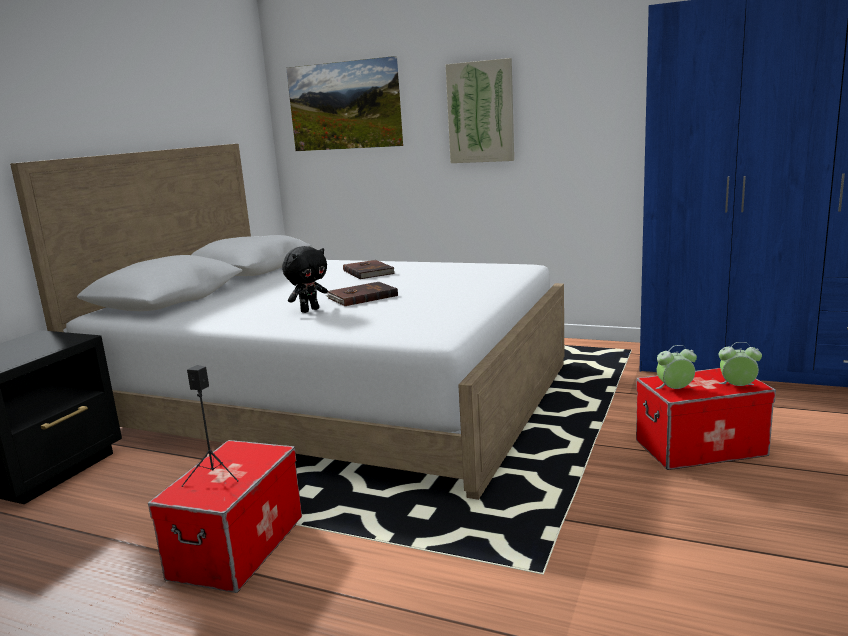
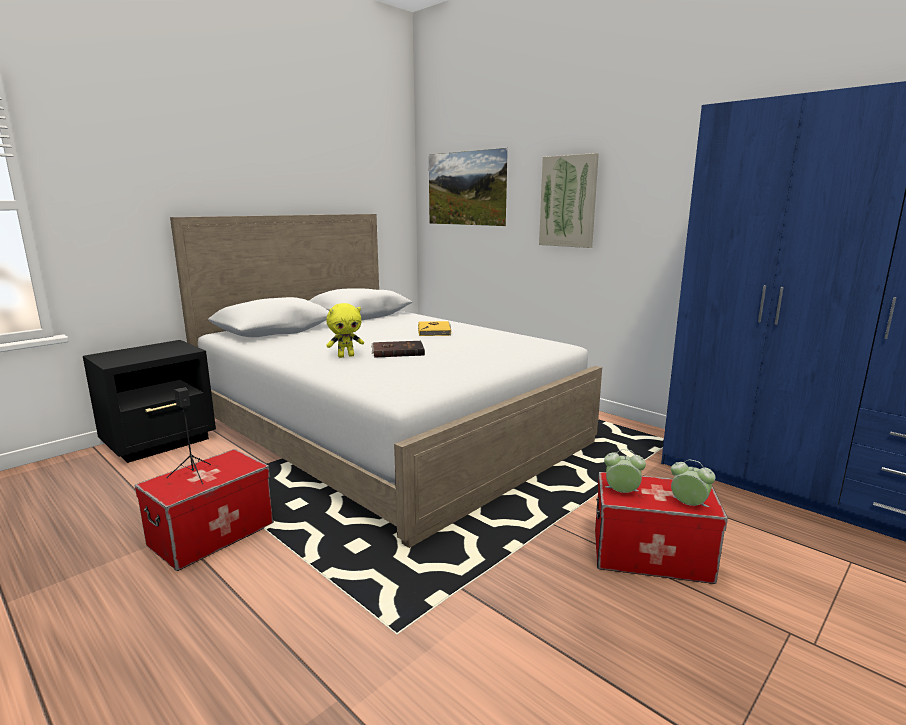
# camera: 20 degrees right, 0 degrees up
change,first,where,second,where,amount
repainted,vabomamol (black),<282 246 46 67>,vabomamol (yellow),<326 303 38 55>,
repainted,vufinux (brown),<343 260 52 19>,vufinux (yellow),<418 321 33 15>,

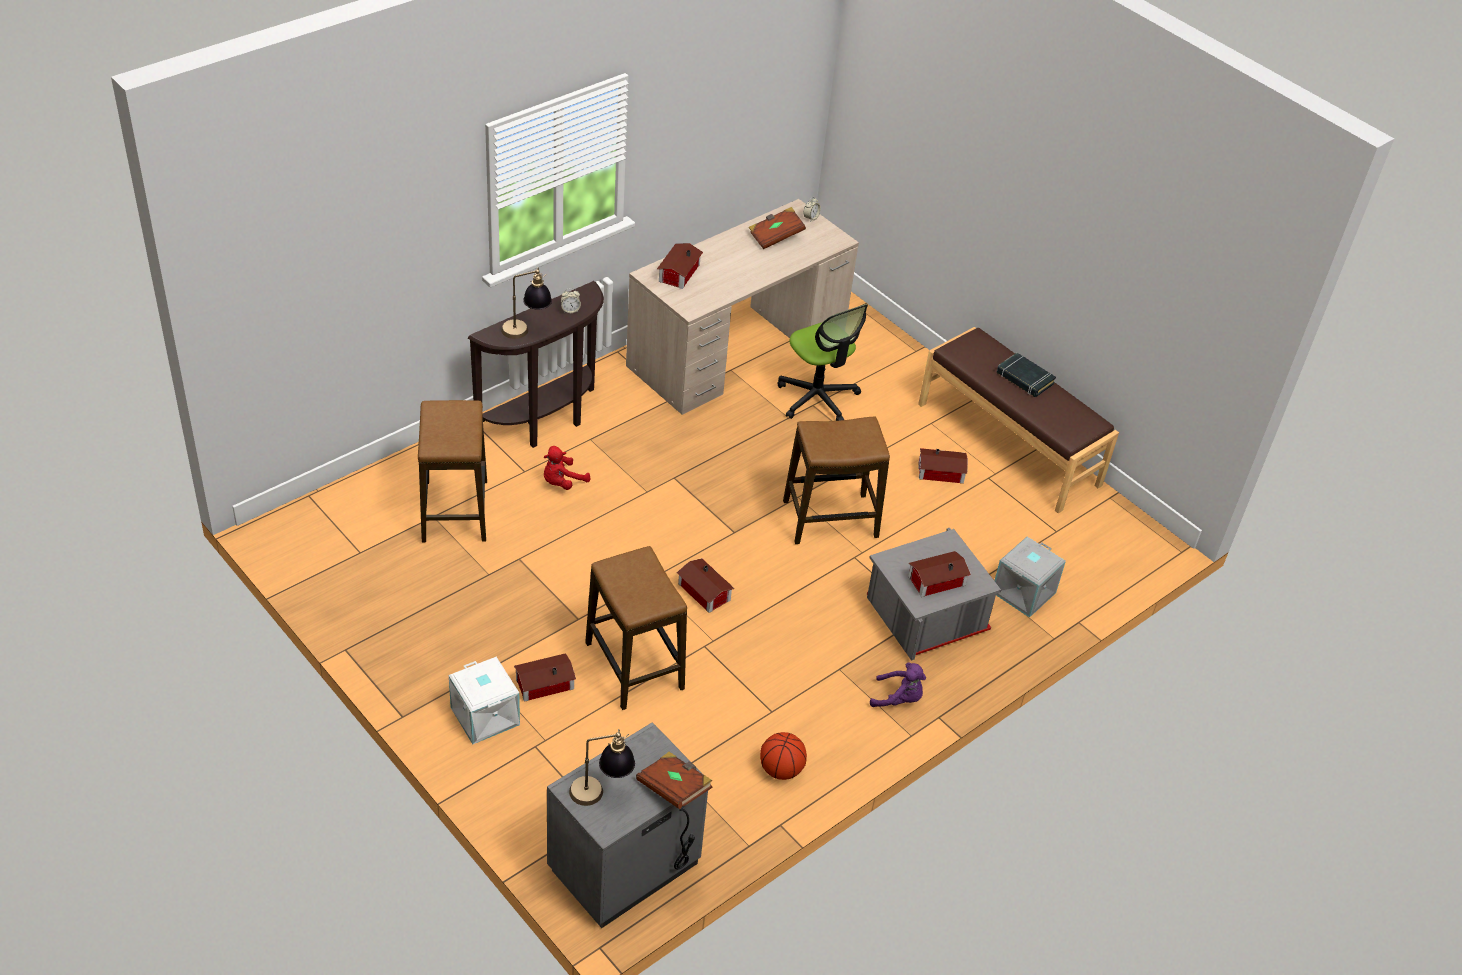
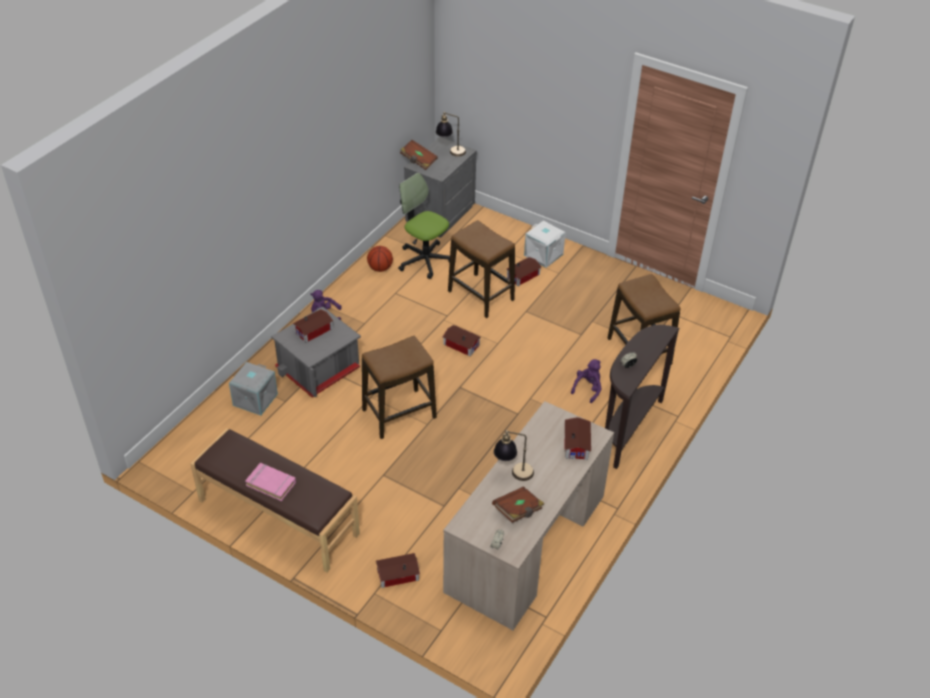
# camera: 165 degrees right, 0 degrees up
change,first,where,second,where,amount
shifted,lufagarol,<501 268 51 71>,,<494 430 40 51>,
repainted,vabomamol (red),<544 446 46 44>,vabomamol (purple),<571 359 31 44>,
shifted,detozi,<777 304 91 117>,,<398 173 52 106>,
shifted,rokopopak,<918 448 50 36>,,<376 553 44 35>,
repainted,vufinux (black),<996 353 60 44>,vufinux (pink),<245 463 51 38>,

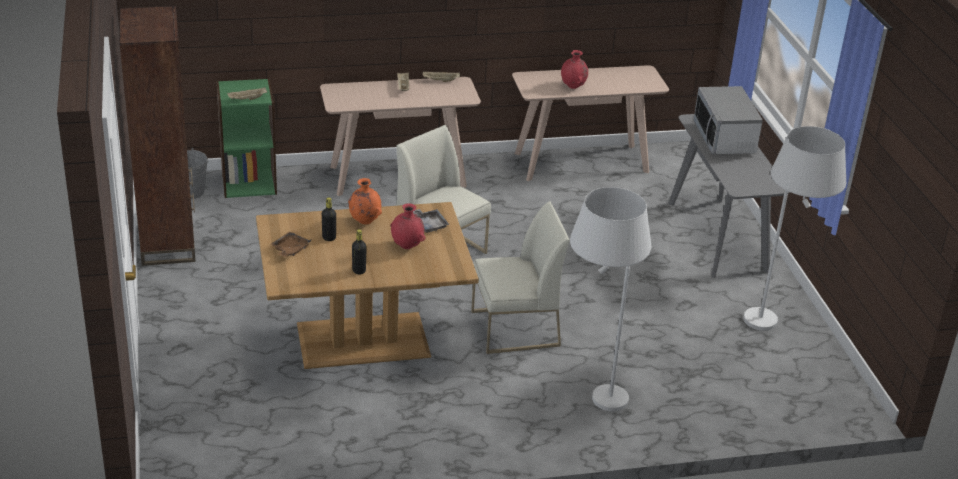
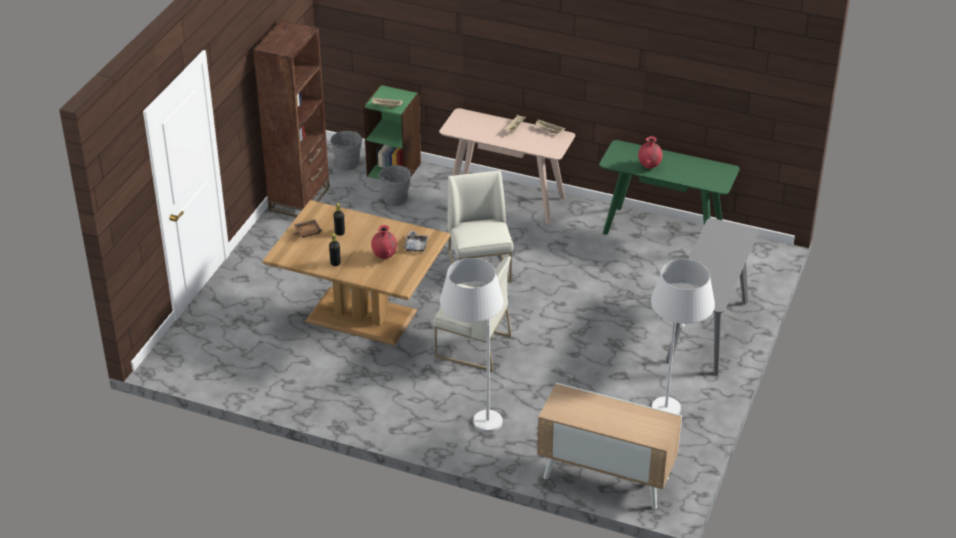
# camera: 35 degrees right, 5 degrees up
change,first,where,second,where,amount
gone,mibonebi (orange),<348 178 34 46>,,,
repainted,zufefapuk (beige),<512 65 157 116>,zufefapuk (green),<599 140 141 95>,
gone,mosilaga,<694 86 69 68>,,,
new,,,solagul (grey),<379 165 32 41>,
new,,,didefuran,<537 383 145 127>,

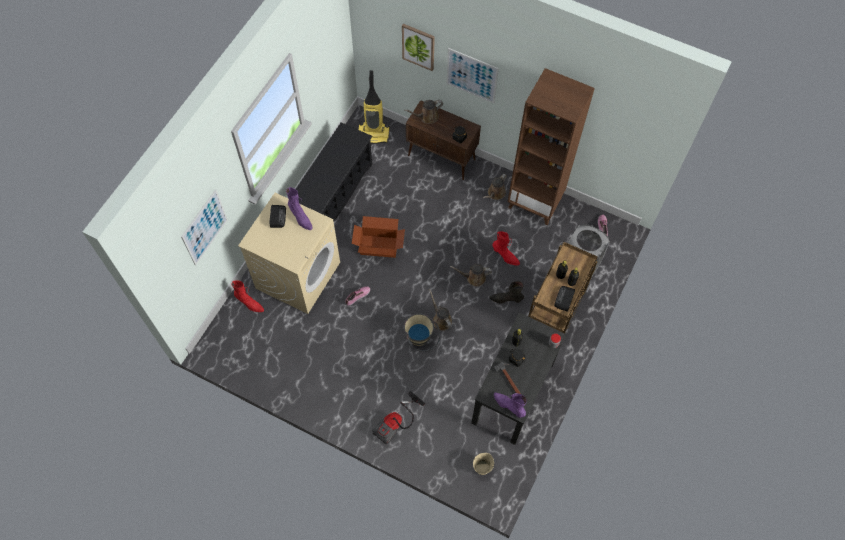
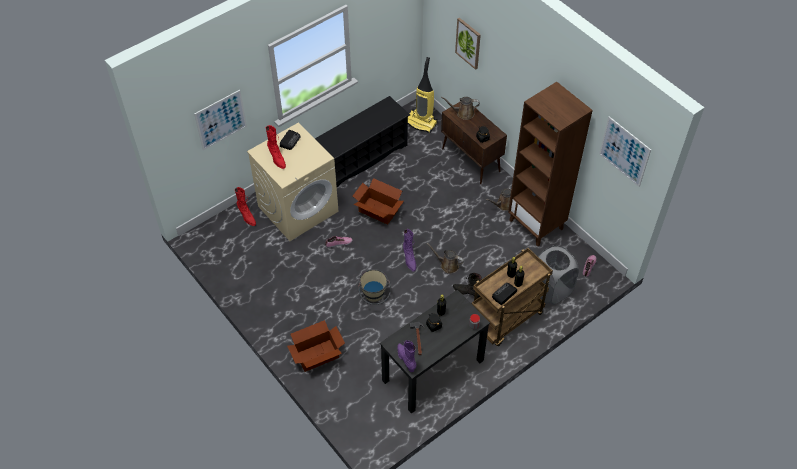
# camera: 25 degrees right, 10 degrees down
change,first,where,second,where,amount
shifted,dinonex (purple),<286 187 27 43>,,<403 229 13 43>,
swapped,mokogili,<372 391 53 53>,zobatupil,<287 320 58 52>,
gone,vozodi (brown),<429 289 23 42>,,,
shifted,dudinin,<446 48 53 55>,,<599 117 52 70>,
gone,solagul (beige),<473 453 21 22>,,,
shifted,dinonex (red),<493 231 27 34>,,<266 125 20 44>,

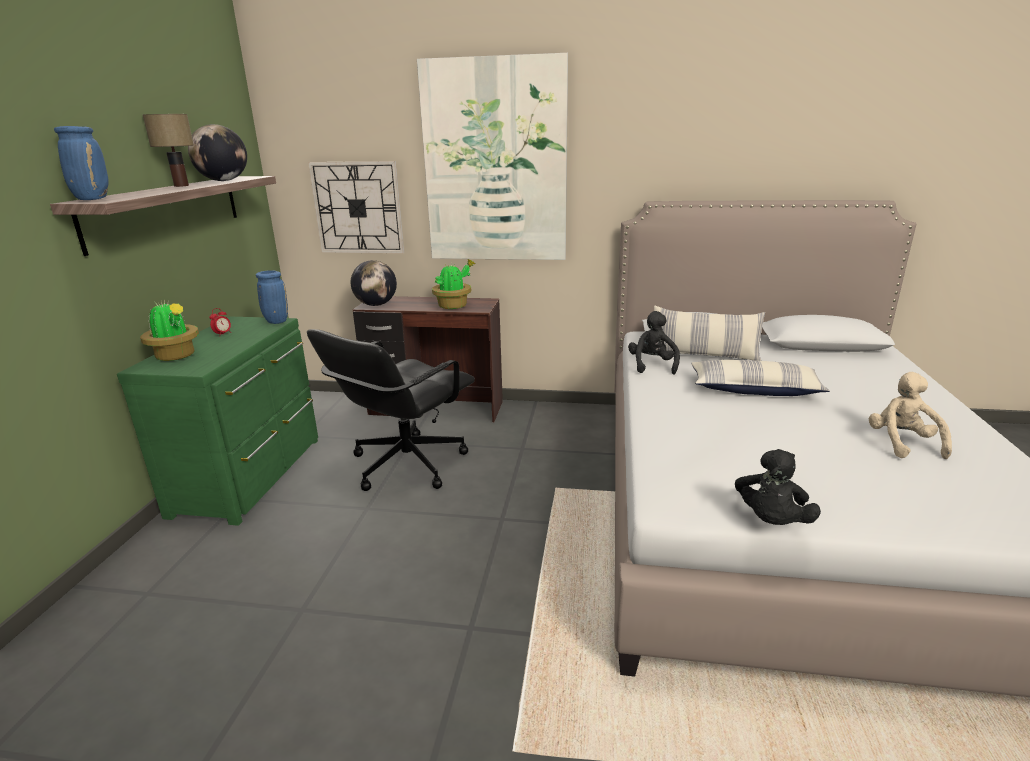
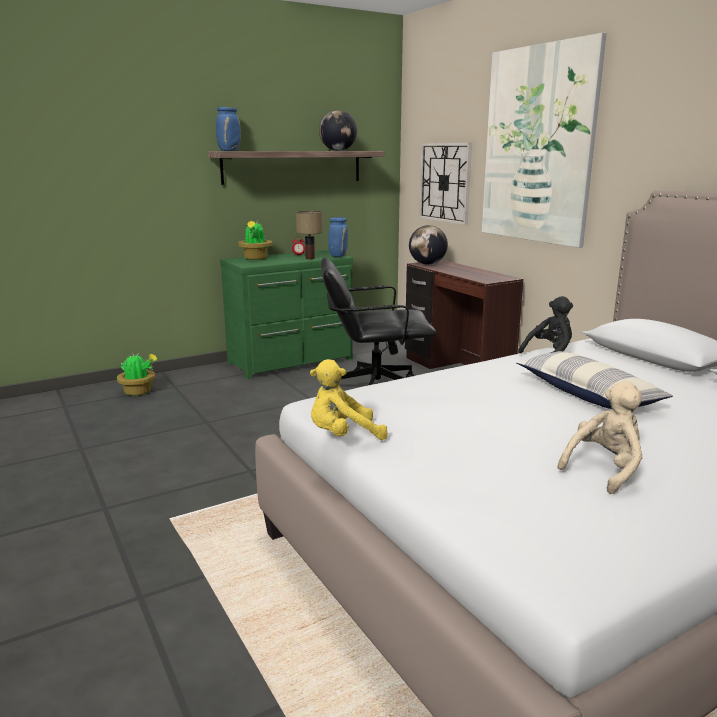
# camera: 50 degrees right, 5 degrees down
change,first,where,second,where,amount
shifted,lufagarol,<143 114 51 73>,,<296 211 27 48>,
shifted,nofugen,<432 259 43 50>,,<117 354 40 42>,
gone,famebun,<654 305 111 56>,,,
repainted,vabomamol (black),<735 449 86 76>,vabomamol (yellow),<310 359 78 81>,

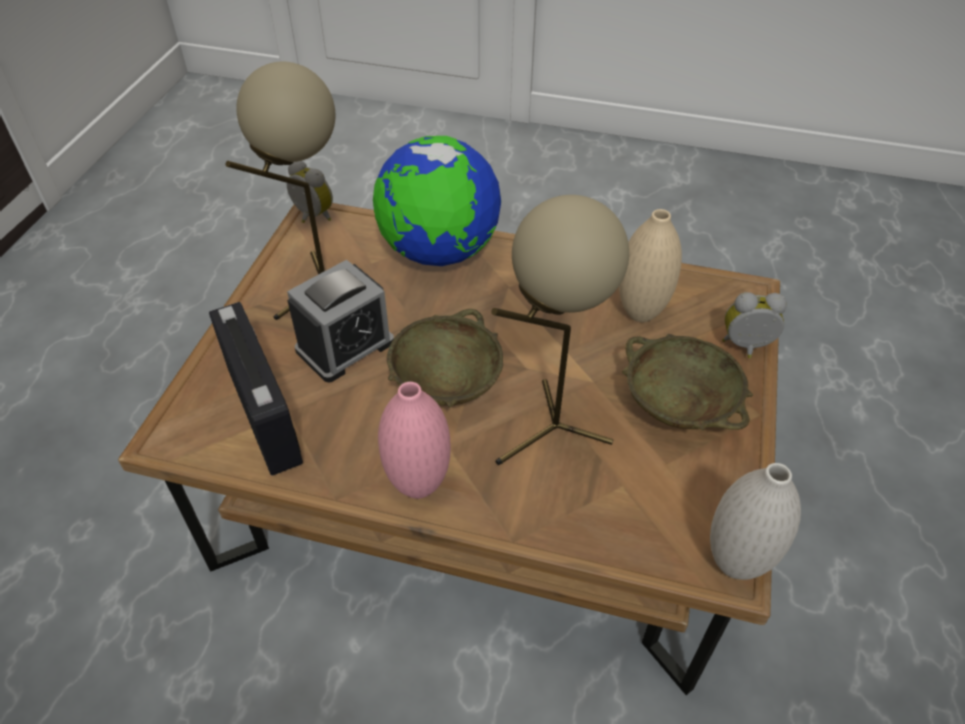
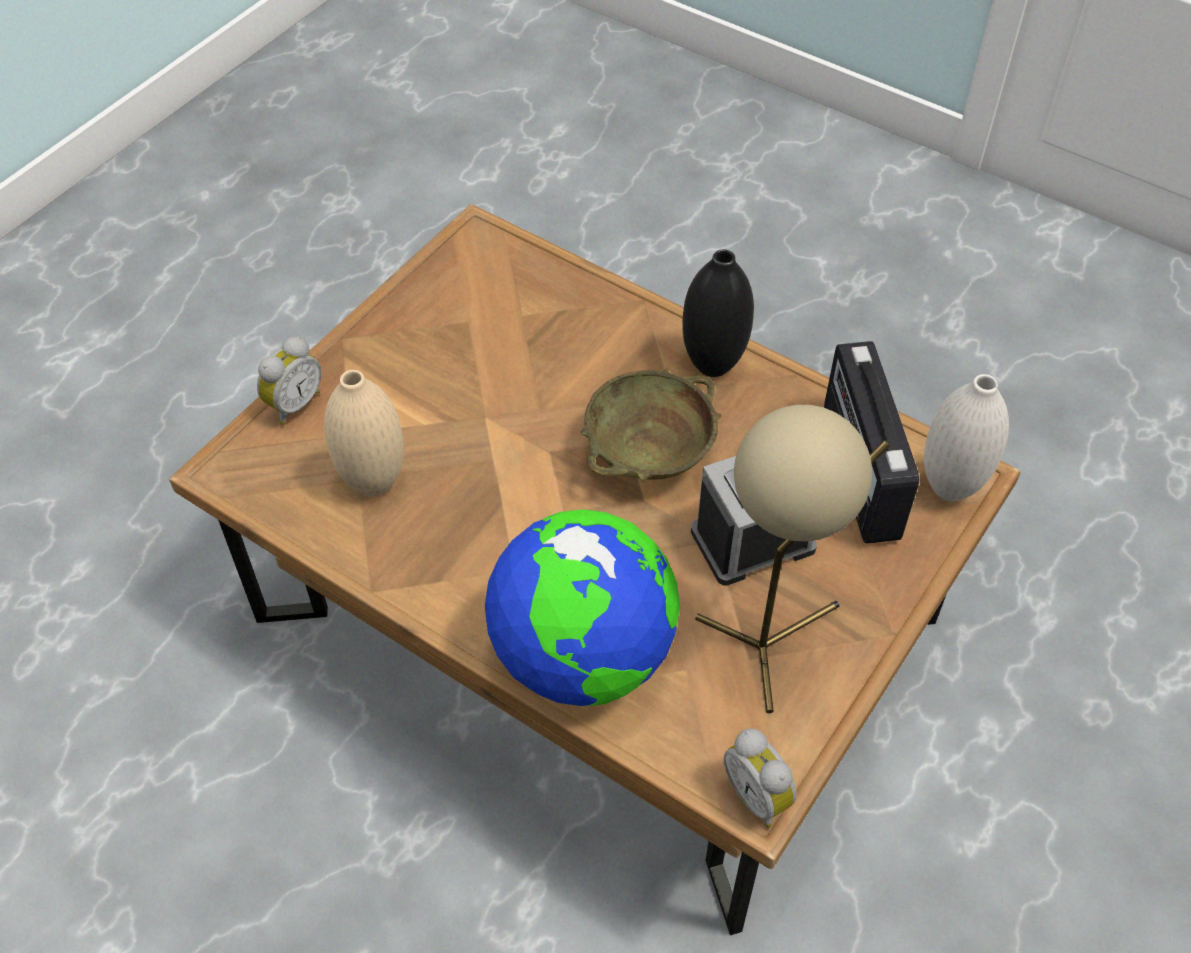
# camera: 160 degrees left, 5 degrees up
change,first,where,second,where,amount
repainted,mibonebi (pink),<378 382 73 117>,mibonebi (black),<682 249 72 128>,
gone,lufagarol (beige),<491 195 138 270>,,,
gone,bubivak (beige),<622 334 131 97>,,,
shifted,mibonebi (white),<710 463 91 117>,,<924 374 85 127>,
rotated,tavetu,<722 292 65 66>,,<257 337 64 88>,75 degrees counterclockwise

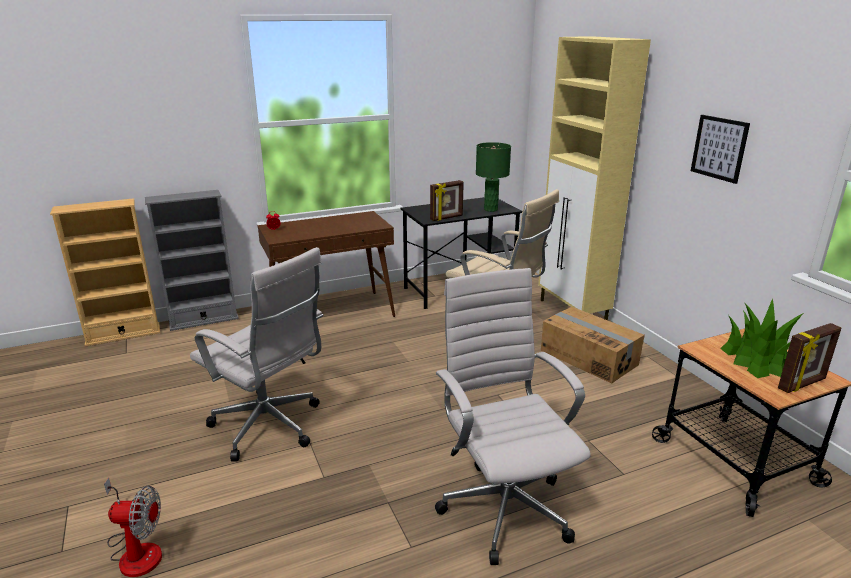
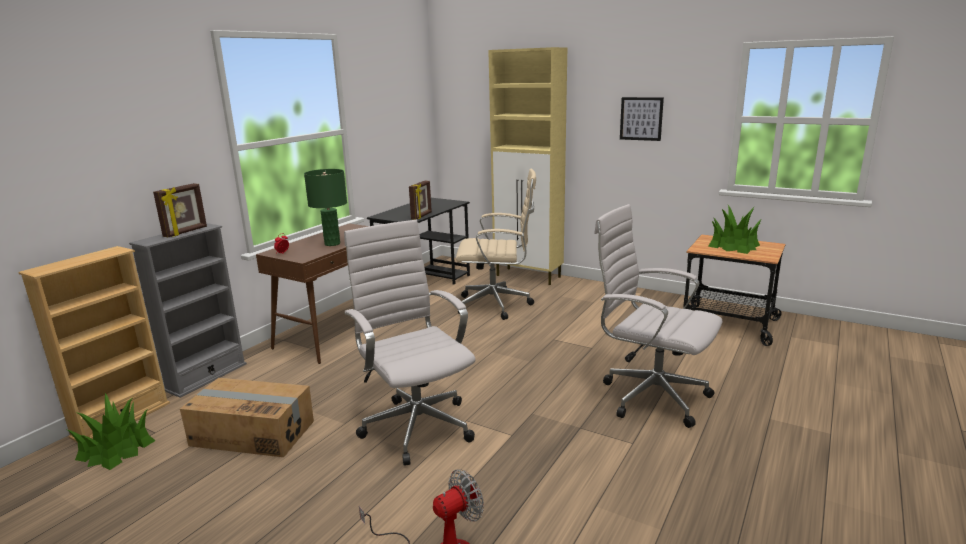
# camera: 35 degrees left, 5 degrees down
change,first,where,second,where,amount
rotated,detozi (white),<190 247 134 214>,,<344 220 131 246>,120 degrees counterclockwise
shifted,lufagarol (green),<476 142 35 70>,,<304 169 43 77>,
shifted,zobatupil,<541 307 104 77>,,<180 378 134 79>,
shifted,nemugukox,<778 323 64 70>,,<153 183 54 54>,
new,,,nofugen,<65 393 90 77>,

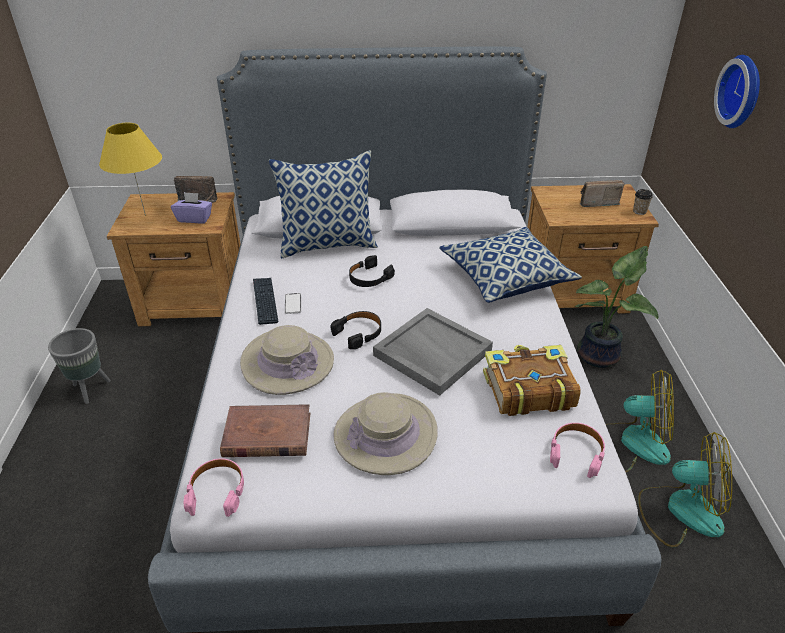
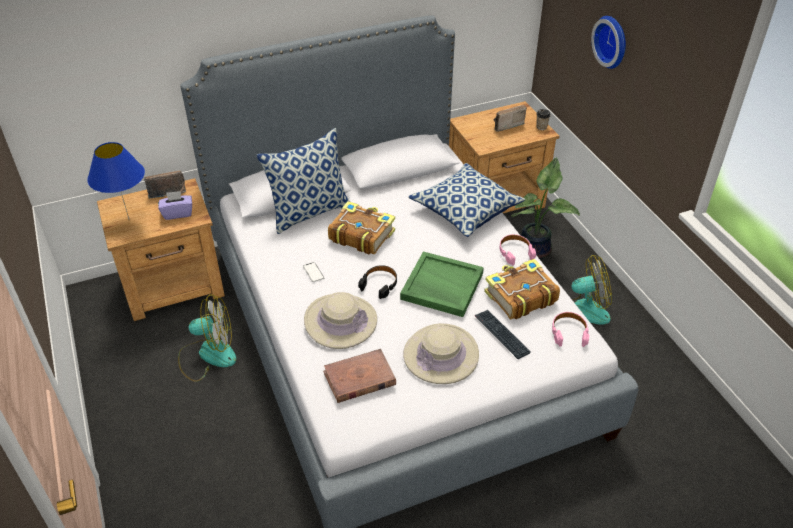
# camera: 20 degrees left, 5 degrees up
change,first,where,second,where,amount
gone,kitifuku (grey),<48 328 63 76>,,,
repainted,lufagarol (yellow),<99 123 63 93>,lufagarol (blue),<87 142 58 79>,
shifted,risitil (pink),<184 458 60 59>,,<499 234 37 31>,
shifted,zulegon,<253 278 25 47>,,<475 310 56 49>,
swapped,risitil (black),<349 255 46 32>,vufinux,<328 201 67 53>,
repainted,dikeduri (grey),<373 308 120 88>,dikeduri (green),<400 251 84 66>,
shifted,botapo,<638 432 94 115>,,<178 295 58 87>,

